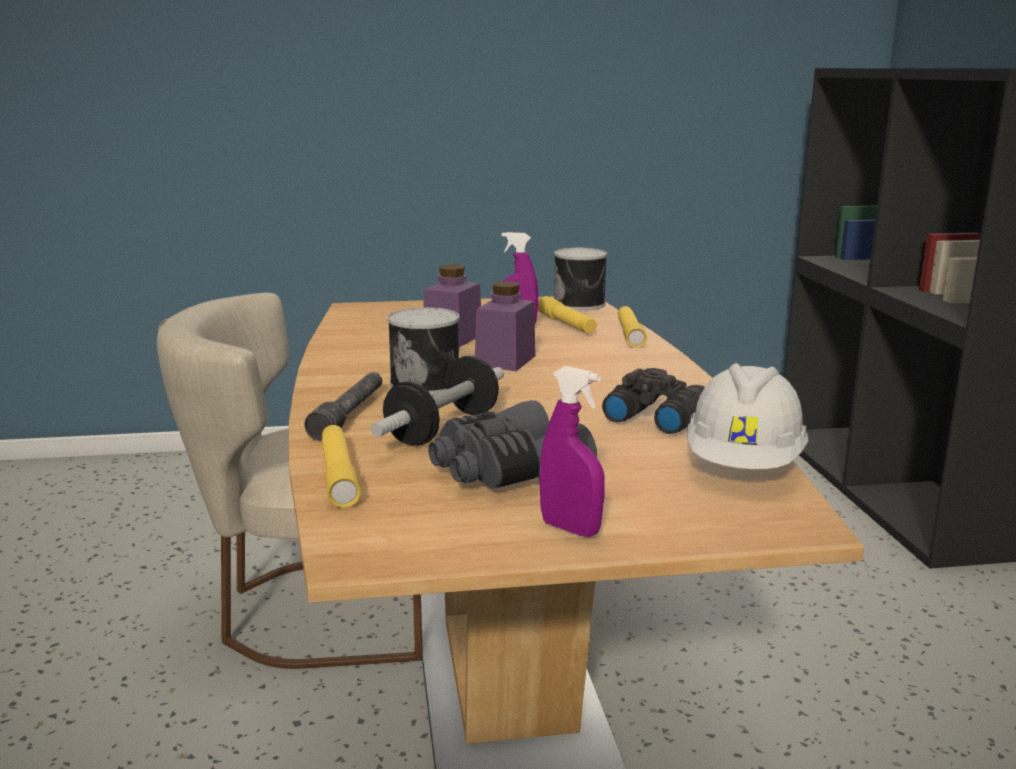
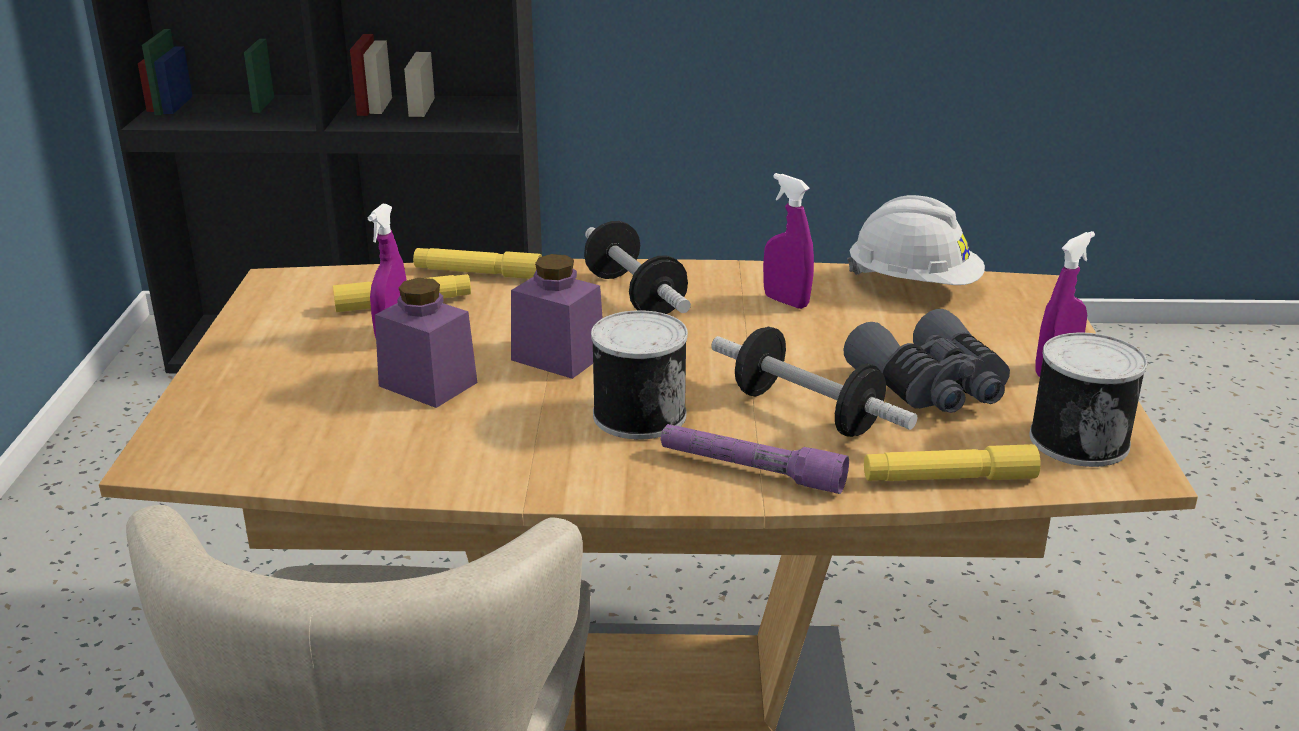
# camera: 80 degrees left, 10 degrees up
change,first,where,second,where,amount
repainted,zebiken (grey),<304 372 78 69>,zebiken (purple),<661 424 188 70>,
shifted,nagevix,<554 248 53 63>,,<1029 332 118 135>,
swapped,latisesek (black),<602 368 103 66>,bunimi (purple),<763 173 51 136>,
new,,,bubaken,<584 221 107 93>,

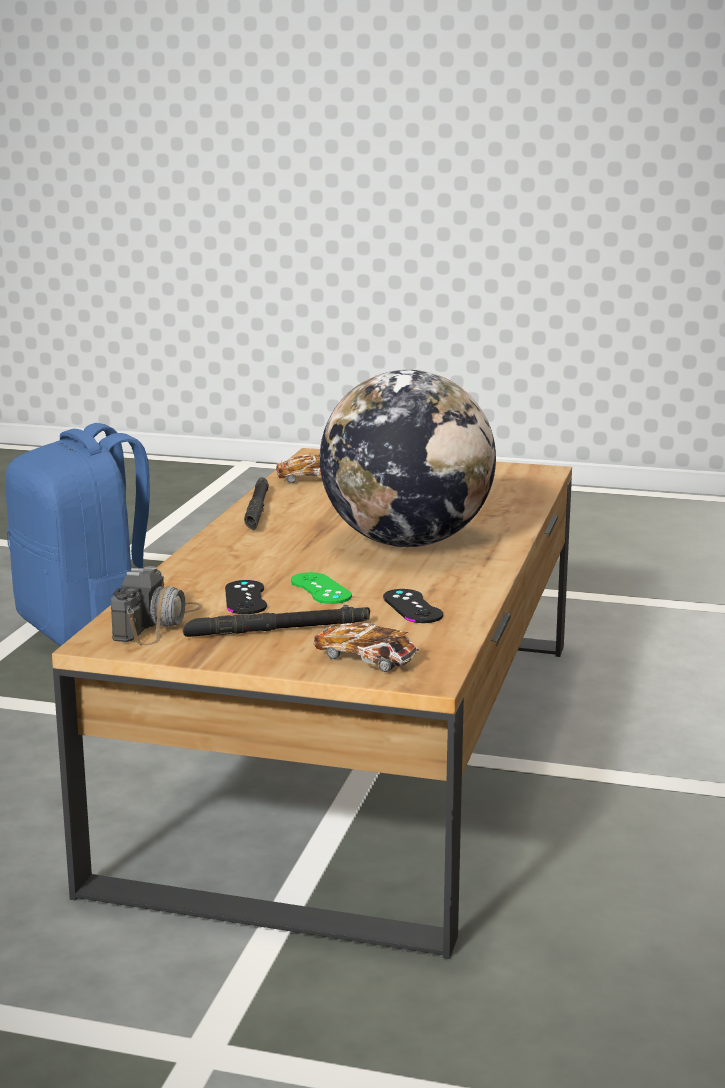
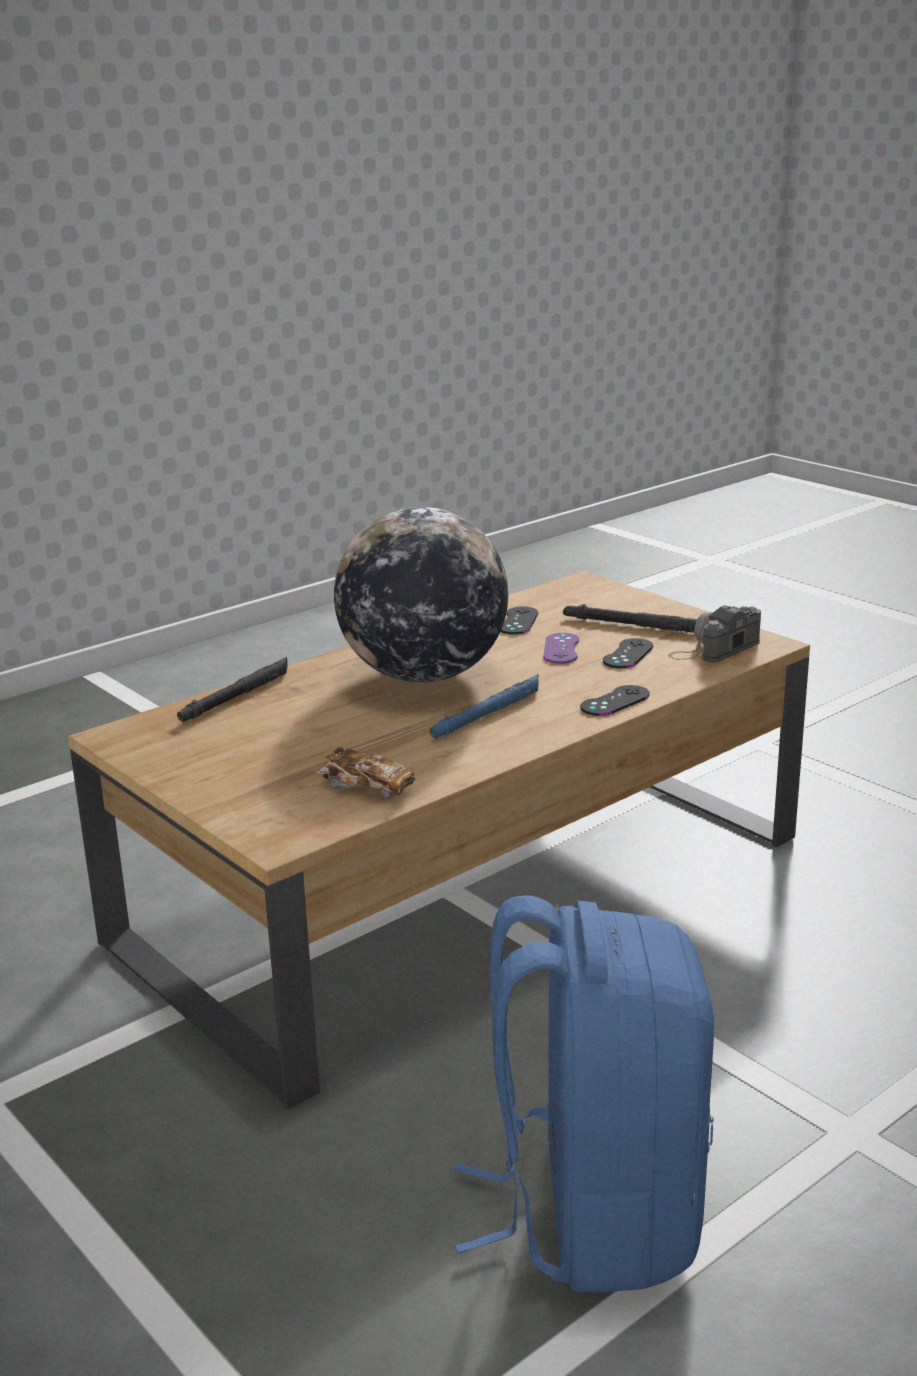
# camera: 145 degrees left, 5 degrees up
change,first,where,second,where,amount
shifted,zebiken (black),<244 477 25 53>,,<177 657 111 65>,
repainted,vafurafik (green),<291 572 61 32>,vafurafik (purple),<543 633 36 31>,
gone,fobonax,<314 622 106 50>,,,
new,,,zebiken (blue),<430 674 108 65>,
new,,,vafurafik (black),<580 685 70 31>,

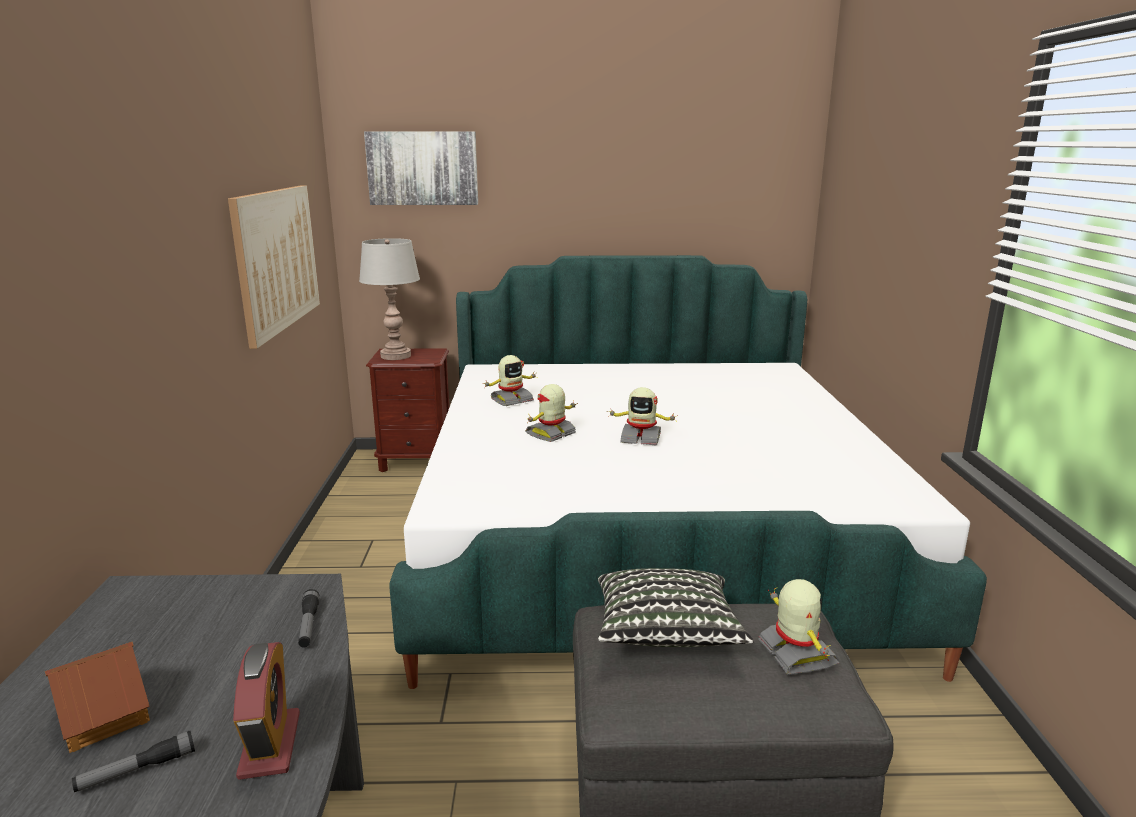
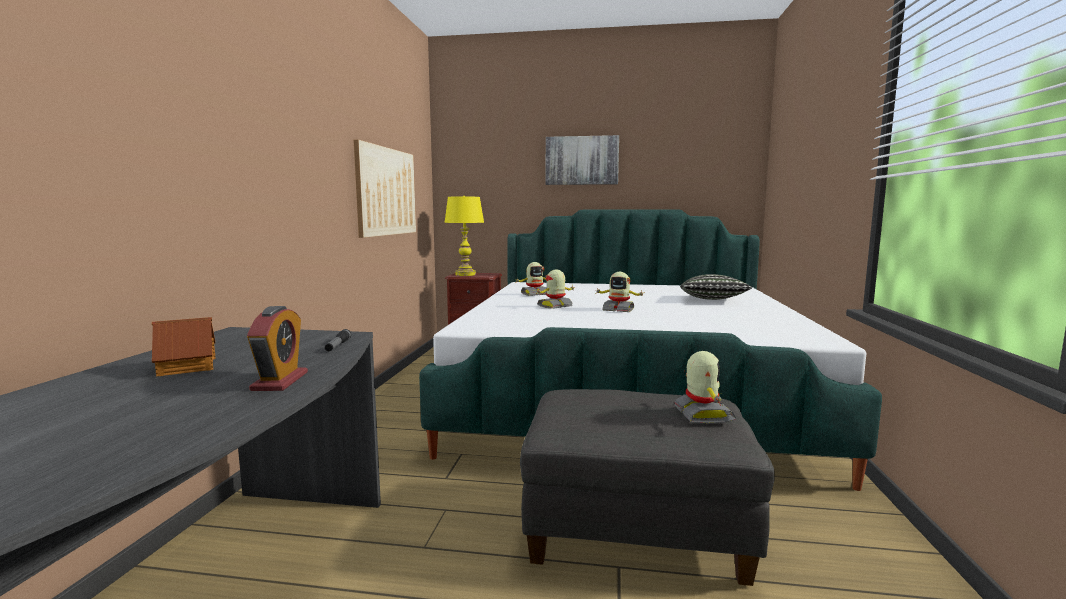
# camera: 10 degrees right, 10 degrees down
change,first,where,second,where,amount
gone,zebiken,<72 731 123 61>,,,
repainted,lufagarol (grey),<359 238 61 122>,lufagarol (yellow),<444 196 40 80>,
shifted,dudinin,<364 131 114 74>,,<546 135 73 50>,
shifted,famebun,<598 568 155 79>,,<680 274 72 26>,

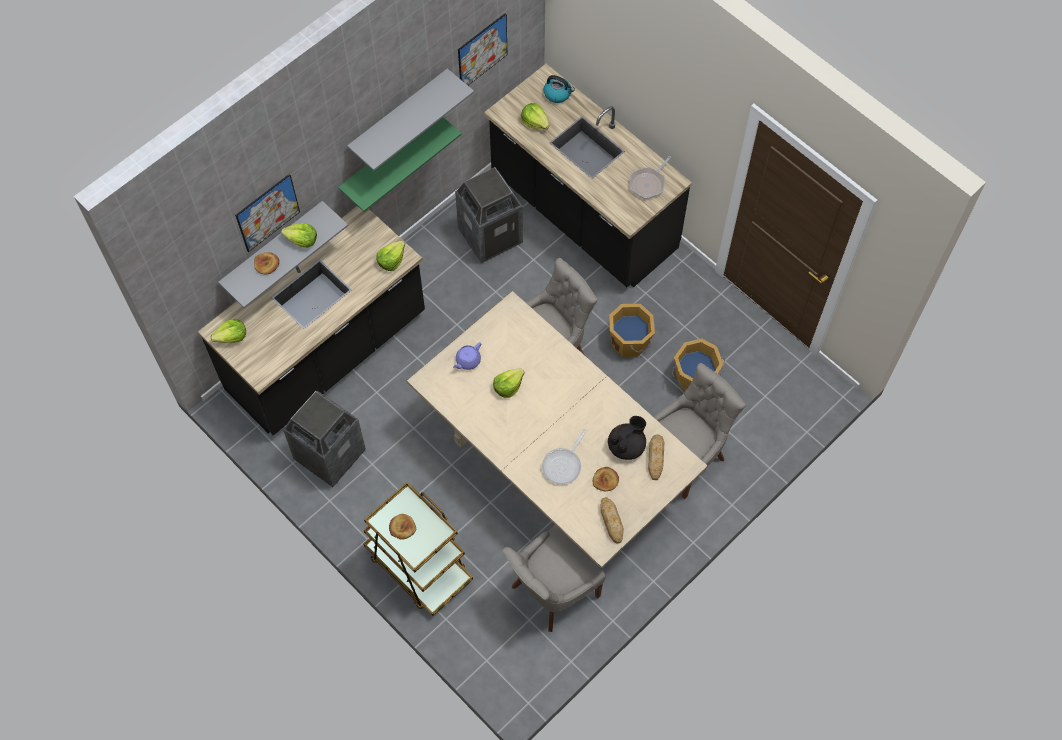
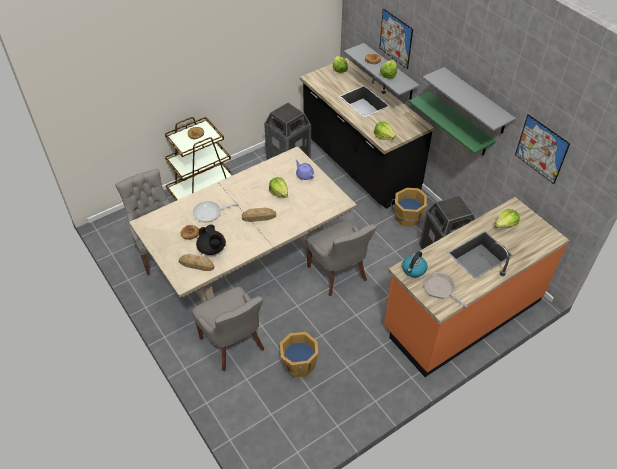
# camera: 100 degrees right, 15 degrees down
change,first,where,second,where,amount
repainted,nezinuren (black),<484 64 208 223>,nezinuren (orange),<384 197 185 180>,
rotated,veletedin,<542 428 45 57>,,<192 201 47 21>,60 degrees counterclockwise
shifted,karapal,<544 75 31 28>,,<402 251 25 26>,
shifted,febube,<601 497 23 47>,,<242 208 34 14>,
shifted,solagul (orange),<610 304 45 53>,,<391 188 39 39>,

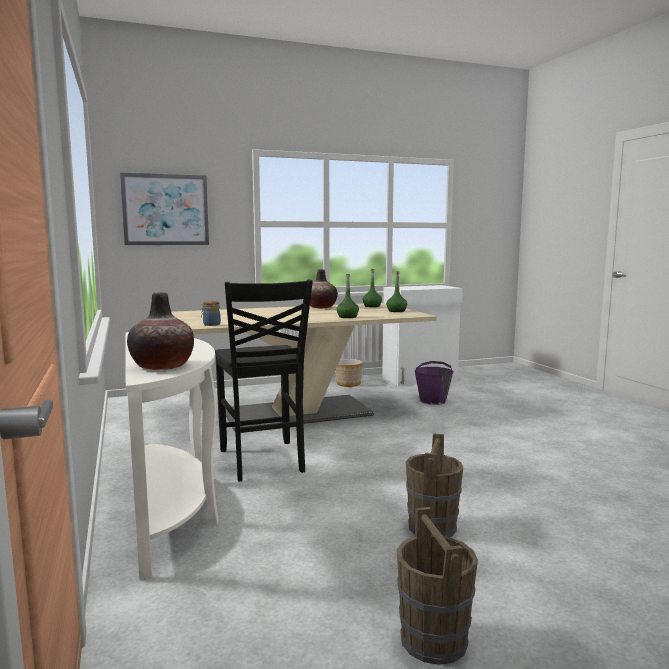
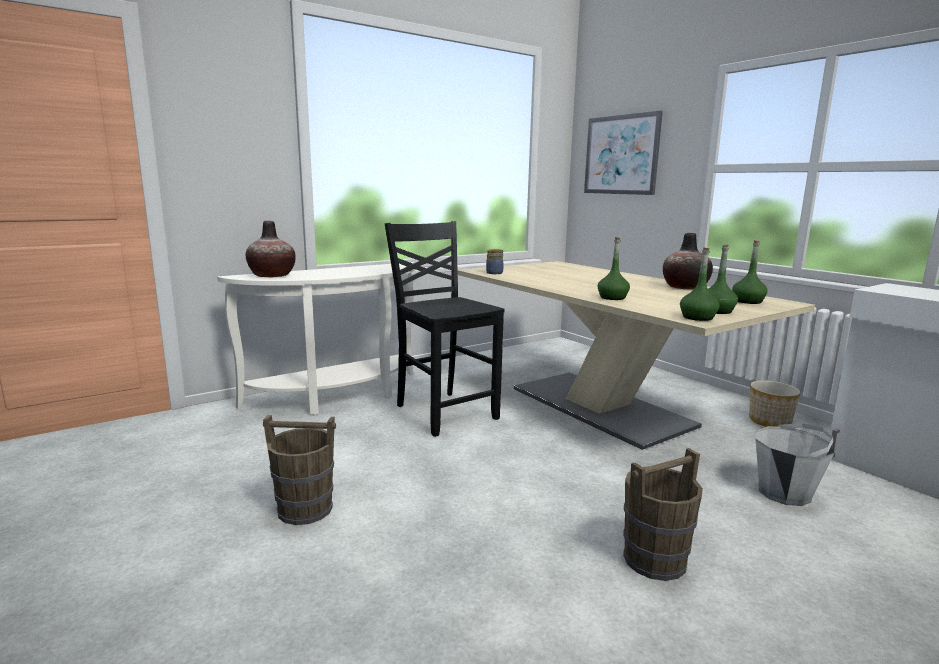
# camera: 75 degrees right, 5 degrees up
change,first,where,second,where,amount
rotated,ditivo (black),<215 280 98 202>,,<385 221 120 216>,90 degrees clockwise
shifted,solagul (brown),<397 507 81 158>,,<623 448 80 133>,
repainted,solagul (purple),<415 361 38 44>,solagul (grey),<755 423 80 83>,
new,,,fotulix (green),<680 247 39 74>,

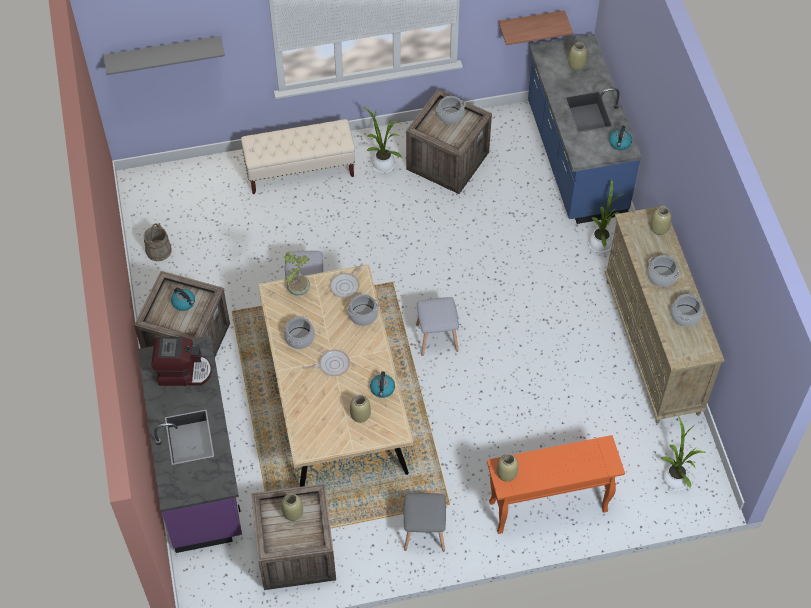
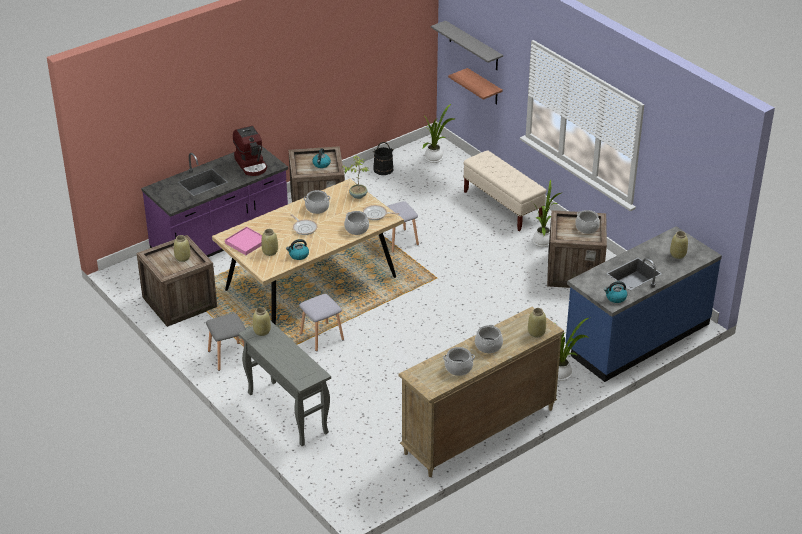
# camera: 65 degrees right, 20 degrees down
change,first,where,second,where,amount
repainted,solagul (beige),<144 223 28 38>,solagul (black),<373 142 21 33>,
shifted,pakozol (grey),<416 297 43 59>,,<299 294 45 57>,
repainted,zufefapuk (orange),<487 435 138 99>,zufefapuk (grey),<239 320 92 126>,
shifted,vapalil,<499 10 74 35>,,<448 68 55 37>,
shifted,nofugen,<661 417 45 74>,,<422 104 33 59>,
new,,,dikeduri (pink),<225 227 37 28>,

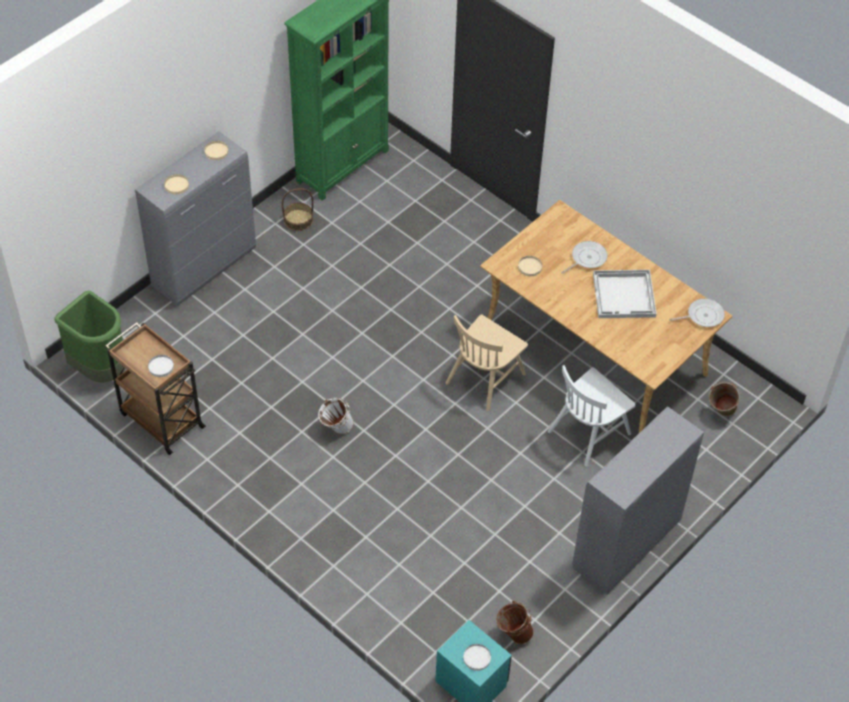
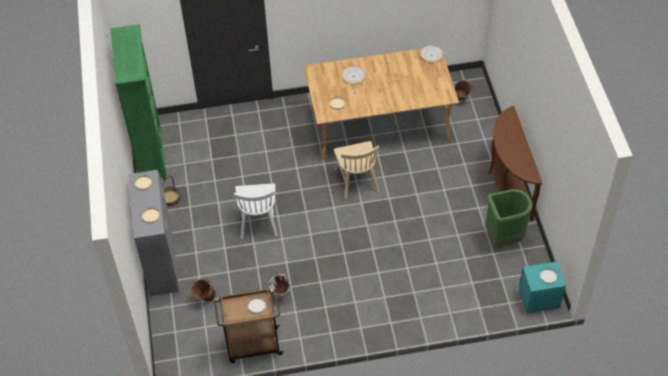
# camera: 50 degrees left, 0 degrees up
change,first,where,second,where,amount
shifted,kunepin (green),<54 290 72 93>,,<485 189 48 58>,
shifted,solagul (white),<318 398 36 36>,,<268 274 23 22>,
shifted,solagul (brown),<496 601 38 43>,,<191 279 25 23>,
shifted,ditivo (white),<548 365 88 102>,,<234 183 44 56>,
swapped,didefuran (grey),<572 406 132 188>,zufefapuk (brown),<488 106 55 115>,
gone,dikeduri (white),<593 270 64 48>,,,

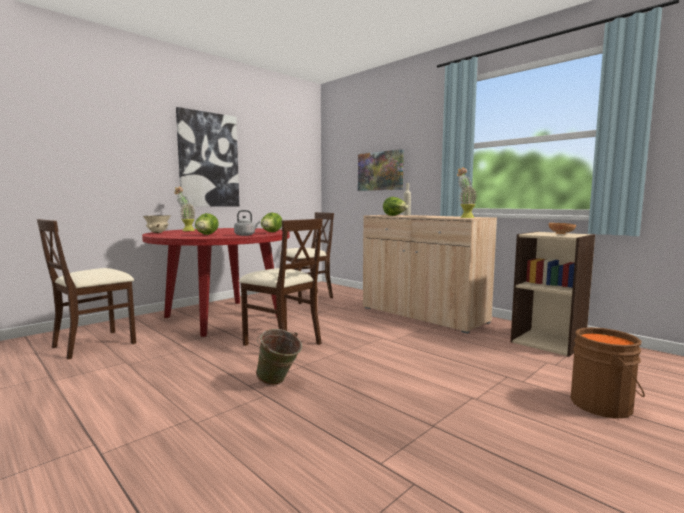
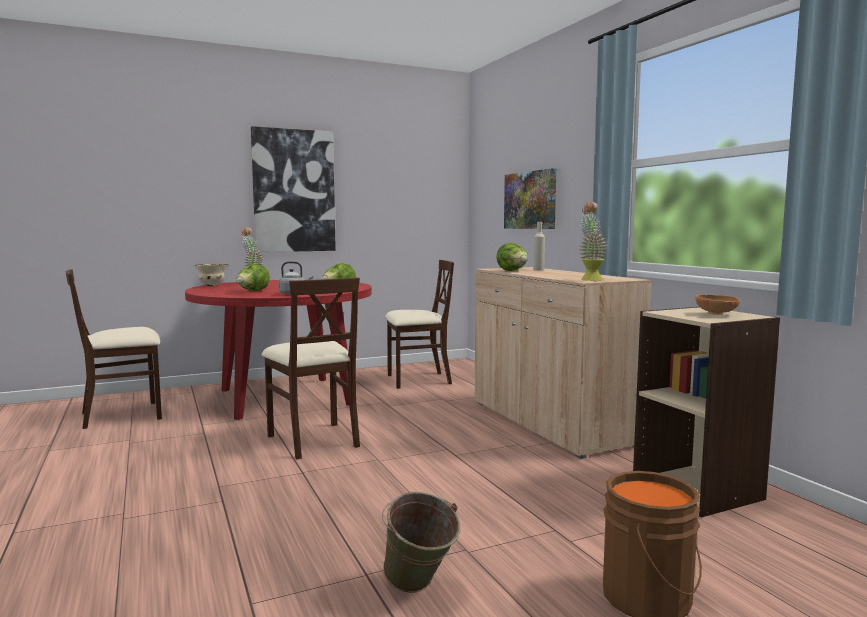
# camera: 20 degrees right, 0 degrees up
change,first,where,second,where,amount
shifted,solagul (green),<256 329 46 56>,,<382 492 79 101>,

